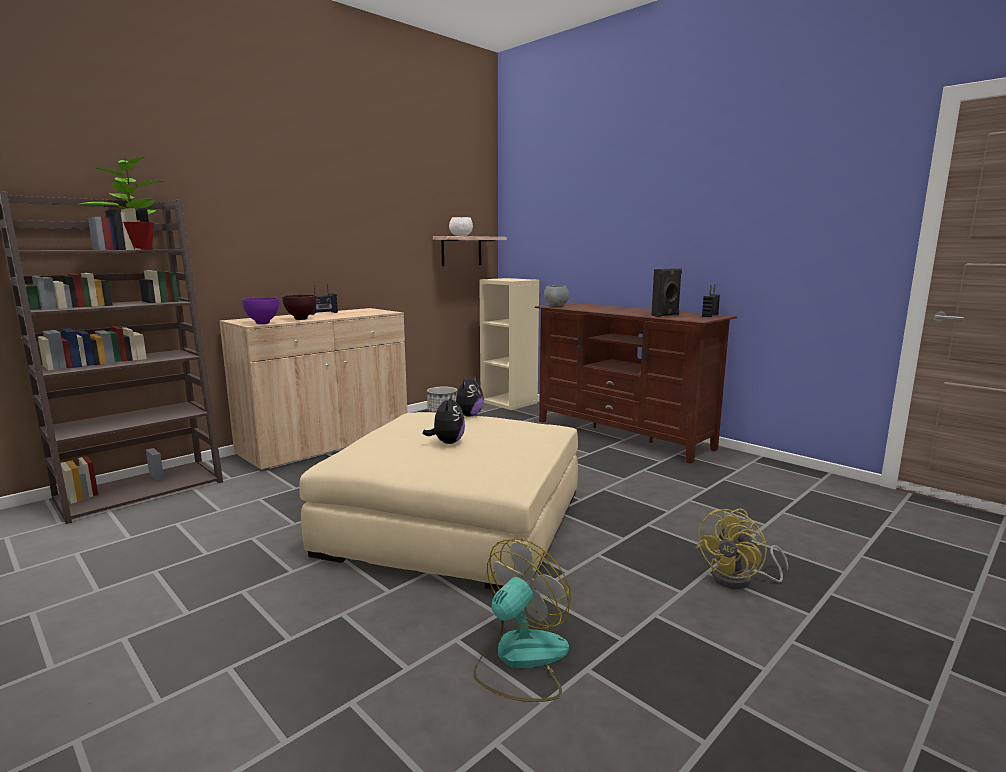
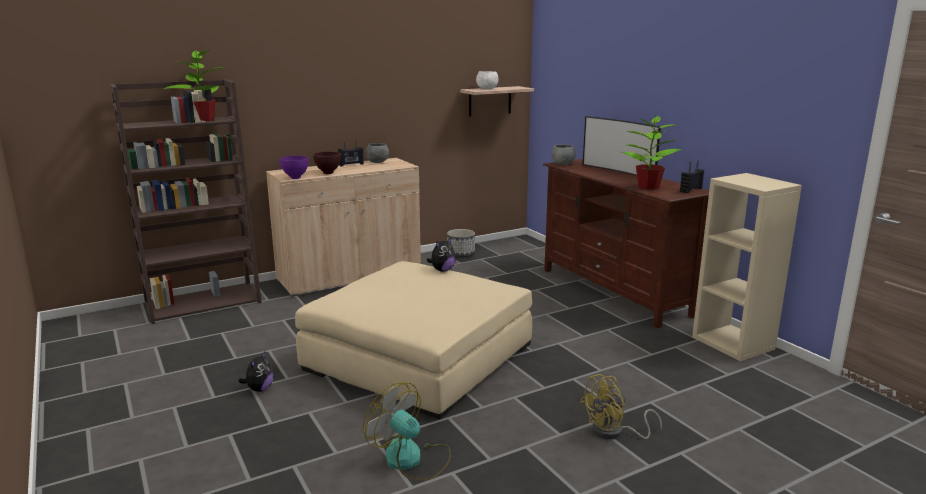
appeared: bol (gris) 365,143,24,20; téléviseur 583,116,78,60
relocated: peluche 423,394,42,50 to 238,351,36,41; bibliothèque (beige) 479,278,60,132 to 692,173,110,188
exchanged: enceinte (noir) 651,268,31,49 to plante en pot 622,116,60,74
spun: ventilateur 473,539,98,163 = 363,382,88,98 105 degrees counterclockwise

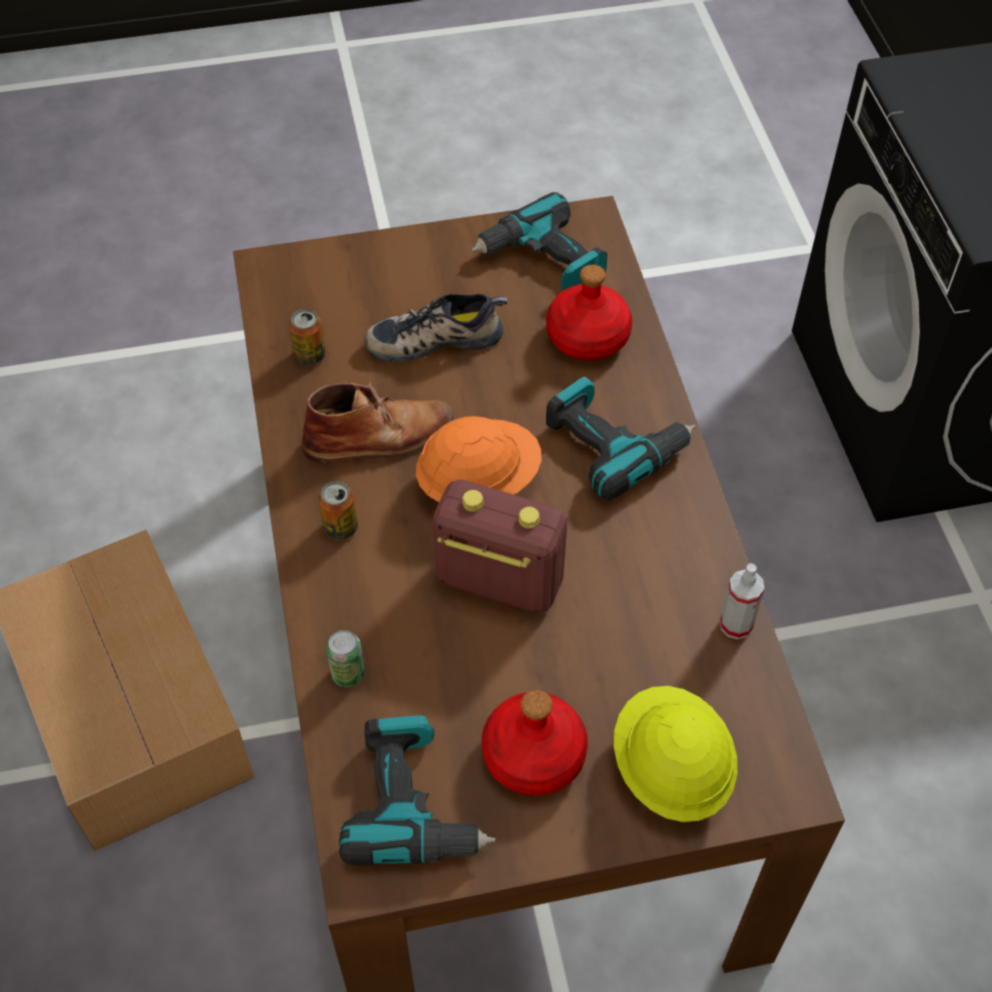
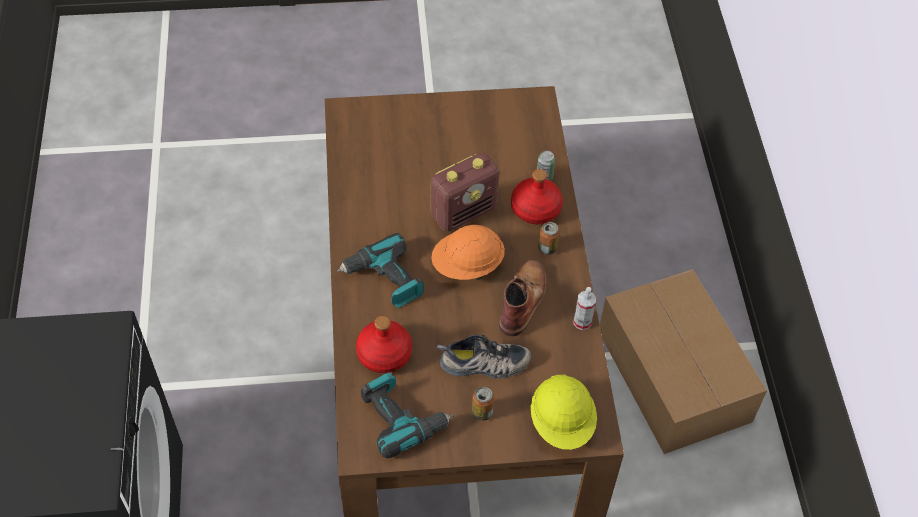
missing: perceuse 339,715,156,150
relocated: boîte métallique 289,309,37,56 to 472,387,22,34; bouteille (rouge) 482,690,106,106 to 511,169,52,55; casque de chantier (jaune) 614,686,123,136 to 531,375,66,75; vaporisateur 720,563,44,76 to 573,287,23,43
spun: radio 433,480,135,133 = 431,153,68,78 60 degrees counterclockwise; botte (marron) 301,382,153,82 = 499,260,47,76 120 degrees clockwise

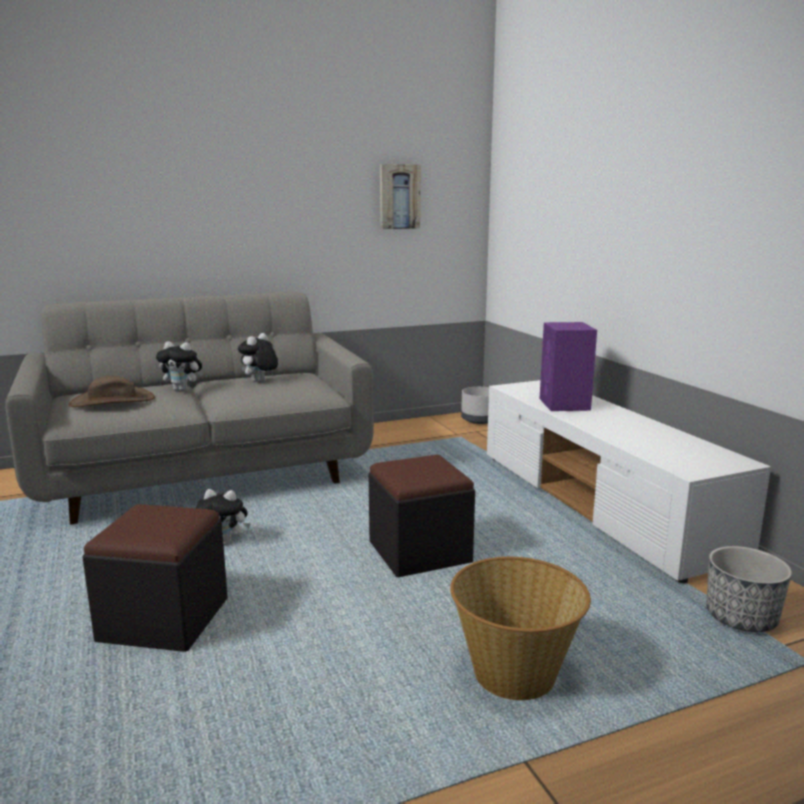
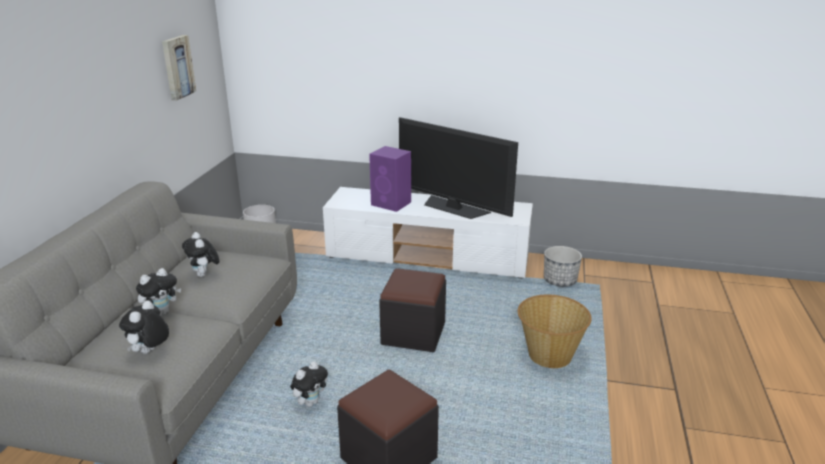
appeared: téléviseur 399,117,119,102
exchanged: chapeau (marron) 69,376,86,31 to peluche 119,300,50,54

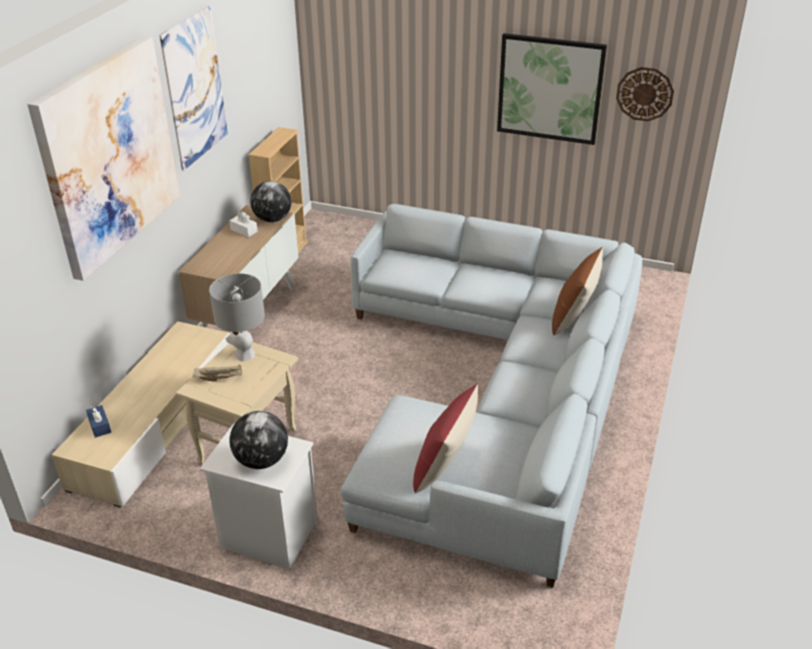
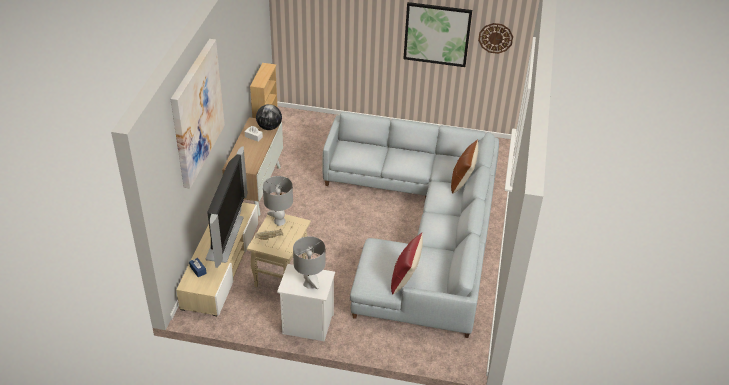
missing: tableau 159,5,69,166
appeared: téléviseur 206,146,41,122
exchanged: globe 230,411,58,58 to lampe de table (gris) 293,236,32,53

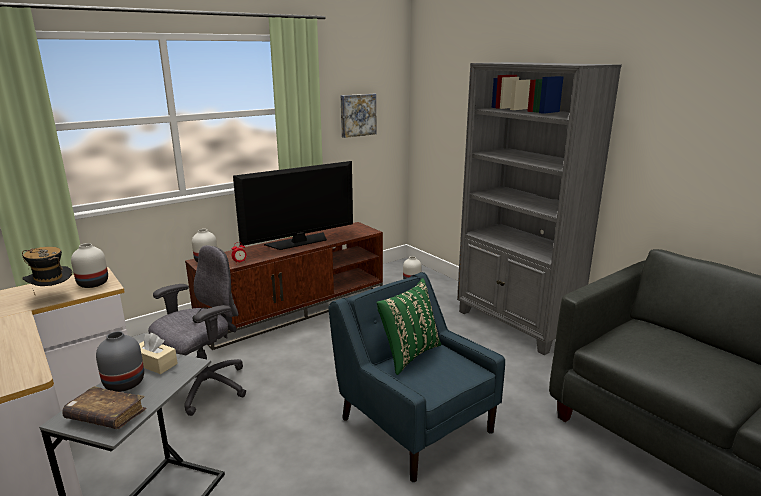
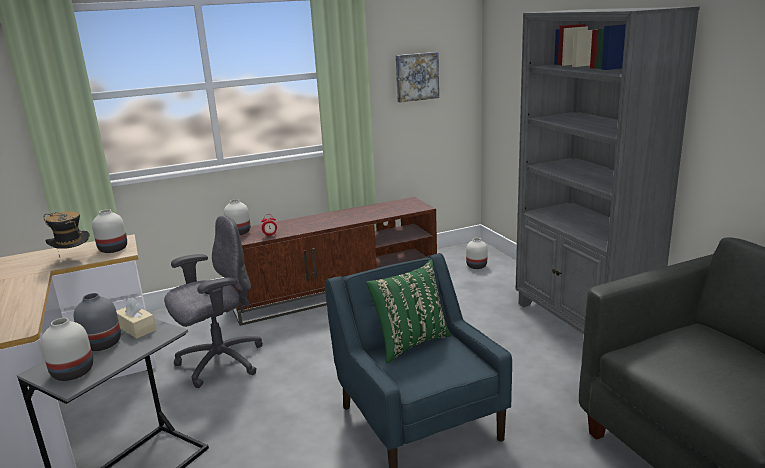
missing: téléviseur 233,161,120,89
exchanged: livre (marron) 62,386,85,43 to vase (blanc) 41,318,52,63

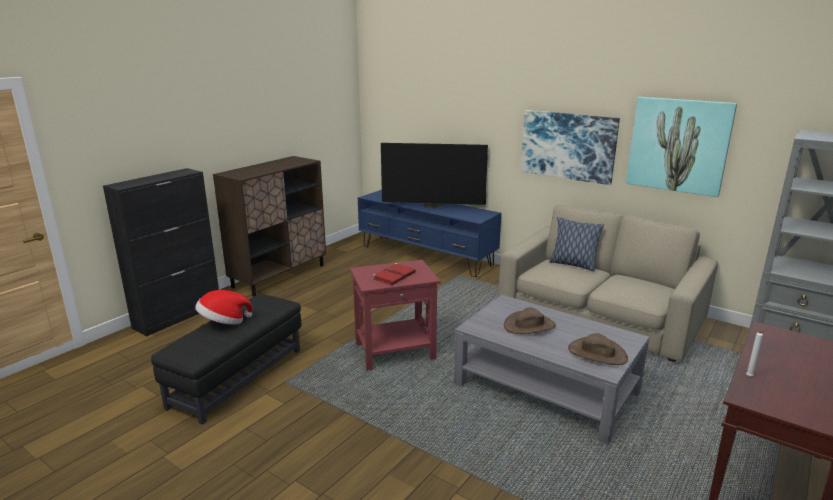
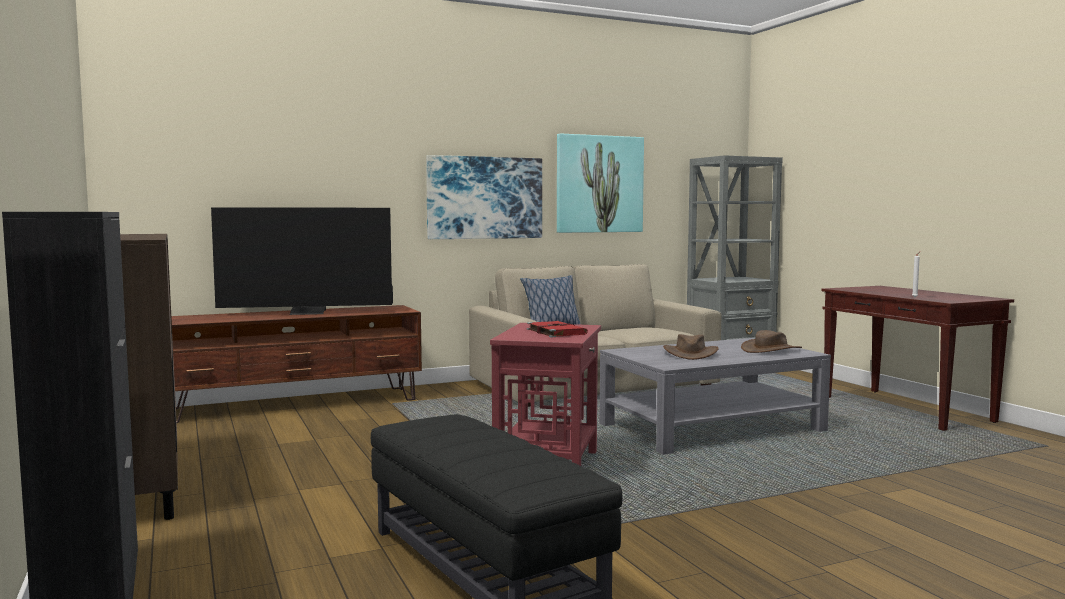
missing: chapeau 195,290,57,35
colour: meuble télé (bleu) 358,190,143,87 to meuble télé (marron) 171,305,251,118
spun: téléviseur 381,143,107,65 = 211,207,182,108 45 degrees clockwise

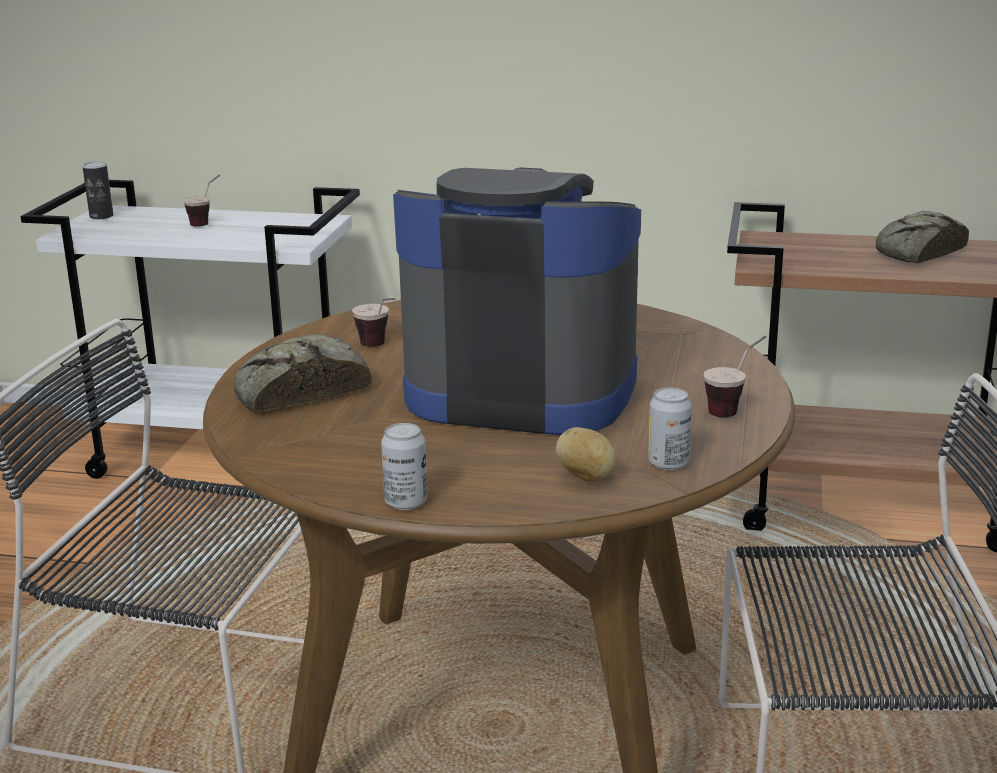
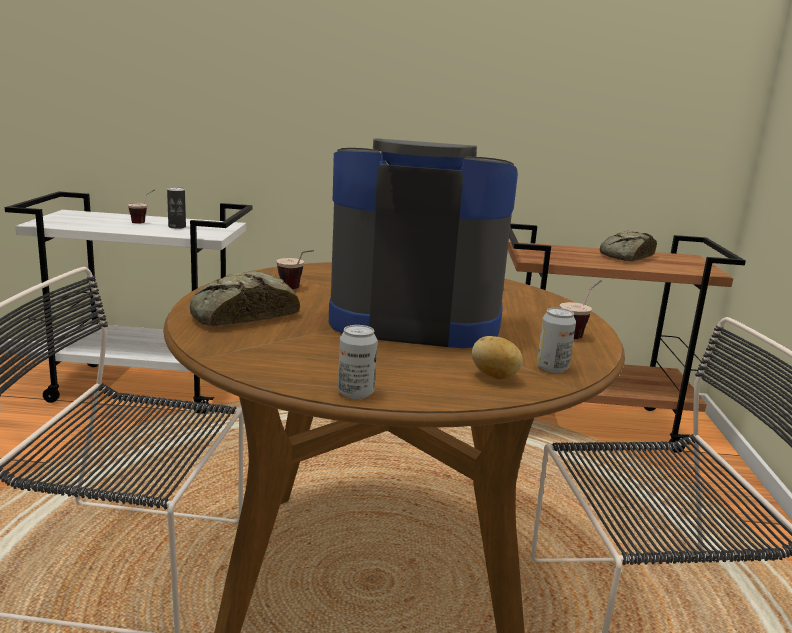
relocated: boîte métallique 83,161,30,59 to 167,187,19,42

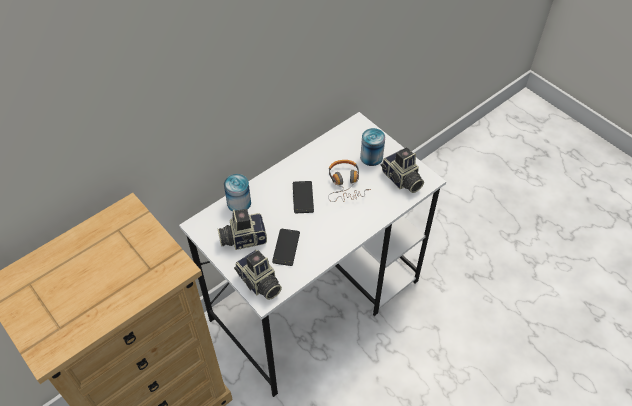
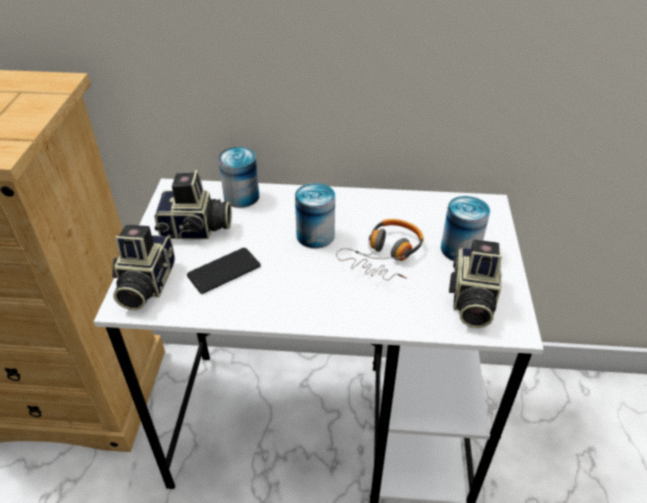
exchanged: téléphone 293,181,21,32 to boîte métallique 295,183,40,66
spun: appareil photo 218,209,49,41 = 154,170,78,69 150 degrees clockwise

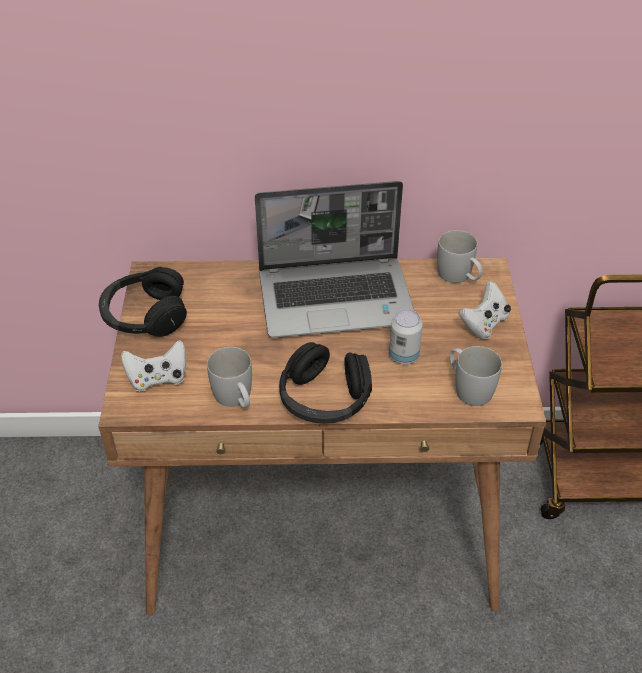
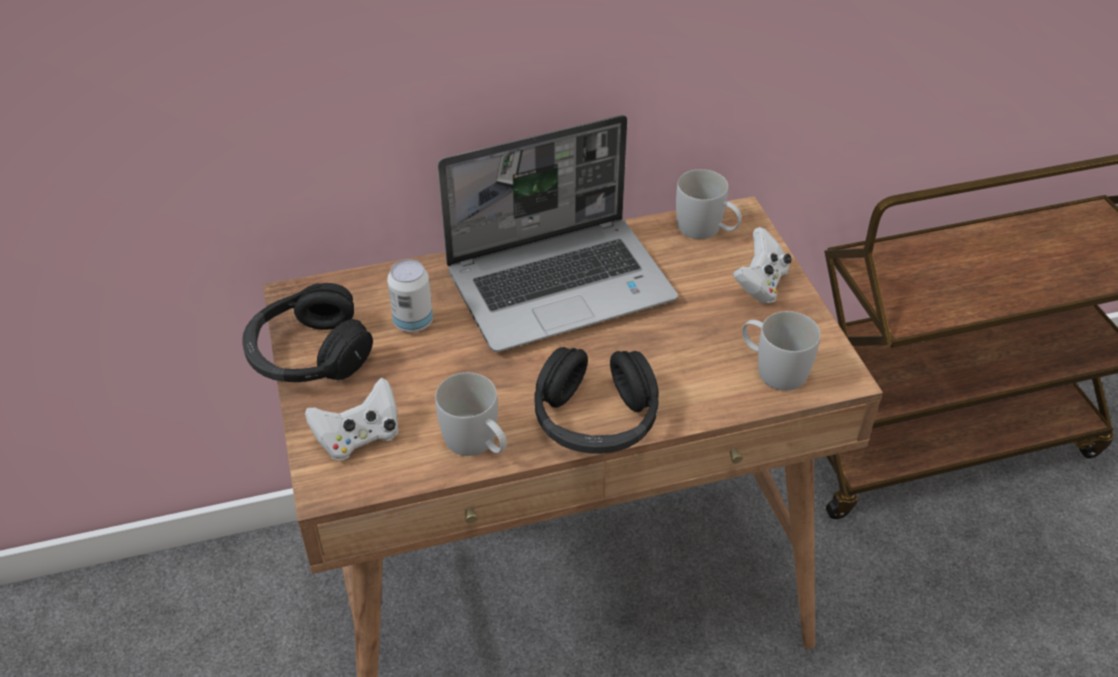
relocated: boîte métallique 389,309,34,55 to 387,259,46,73

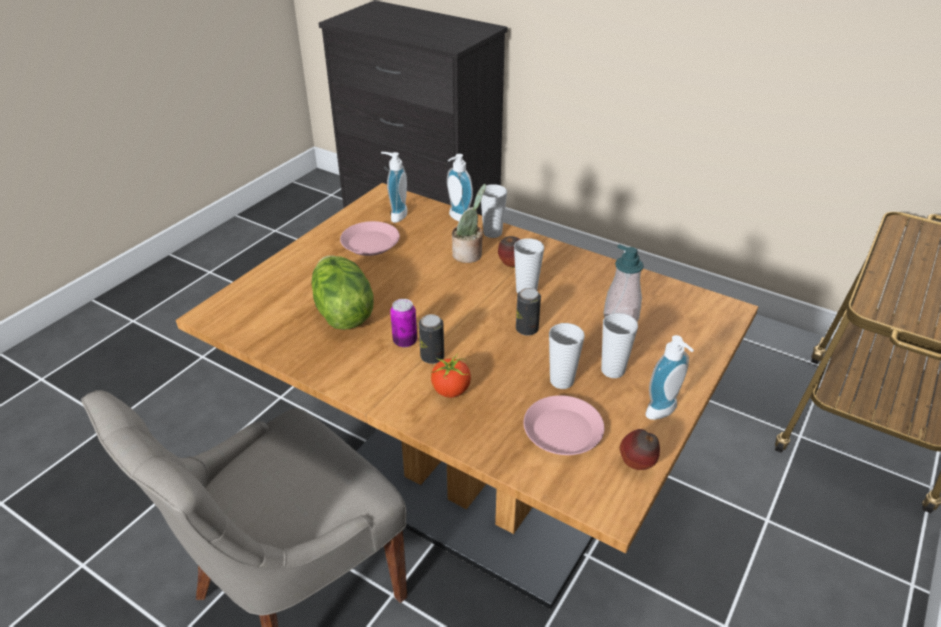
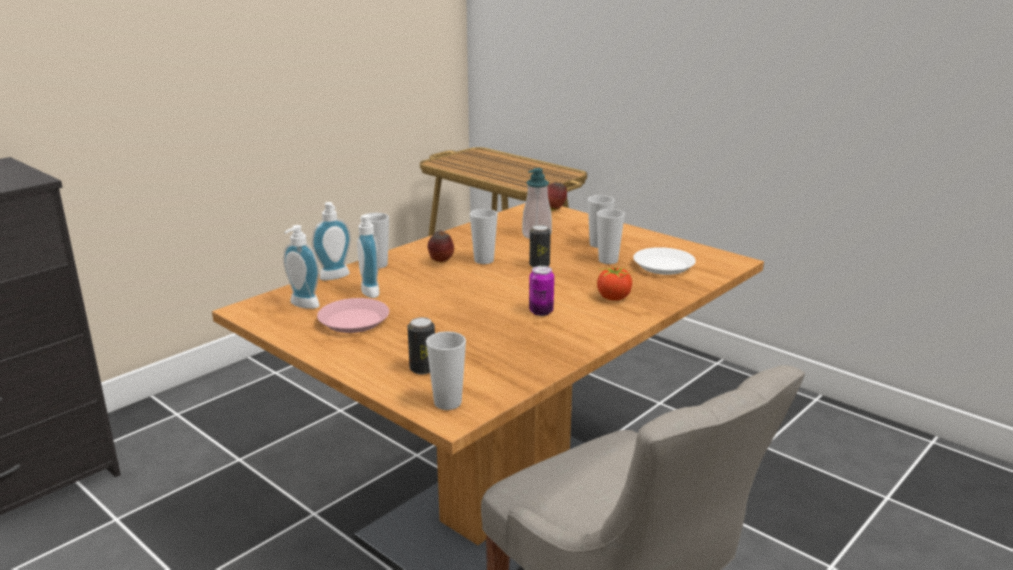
missing: laitue 312,255,61,75; plante en pot 452,184,34,79
appeared: tasse 426,331,40,79
relocated: distributeur de savon 646,335,48,85 to 357,214,25,84; boîte métallique 419,314,25,50 to 407,317,28,58; pomme 620,429,40,41 to 547,182,20,29
colour: assiette (rose) 523,395,81,60 to assiette (blanc) 633,247,63,28

